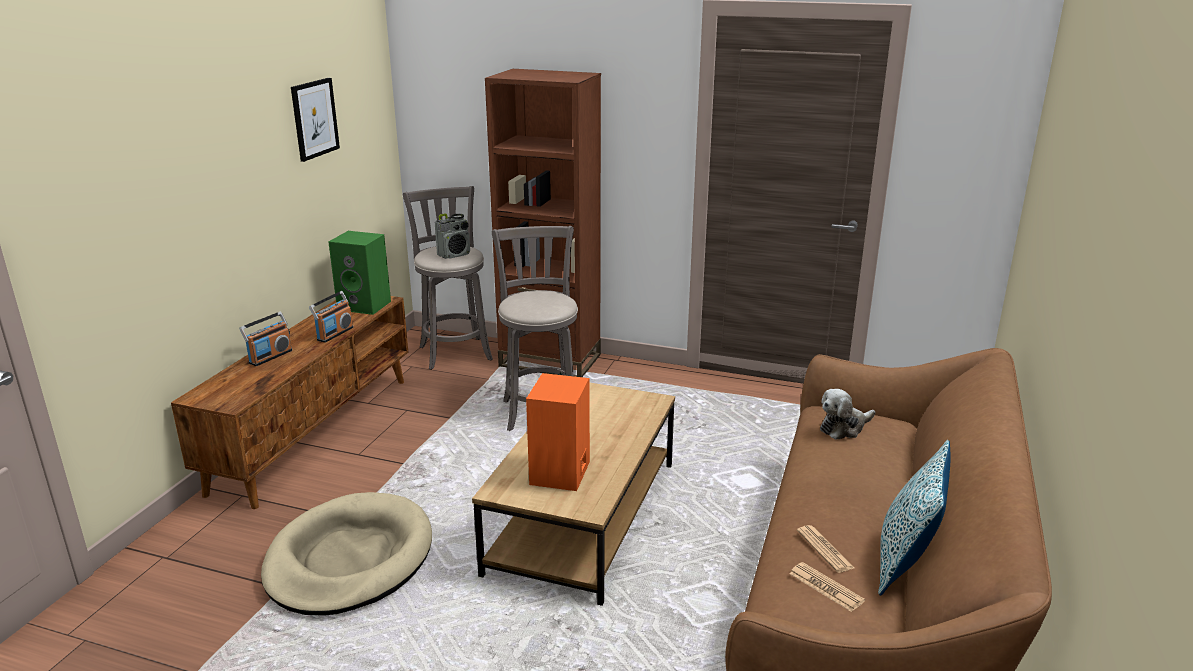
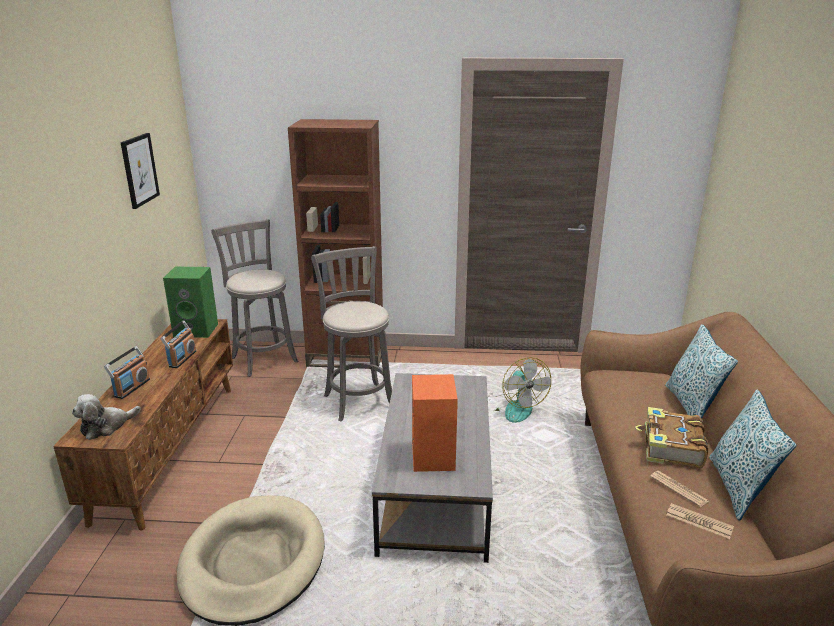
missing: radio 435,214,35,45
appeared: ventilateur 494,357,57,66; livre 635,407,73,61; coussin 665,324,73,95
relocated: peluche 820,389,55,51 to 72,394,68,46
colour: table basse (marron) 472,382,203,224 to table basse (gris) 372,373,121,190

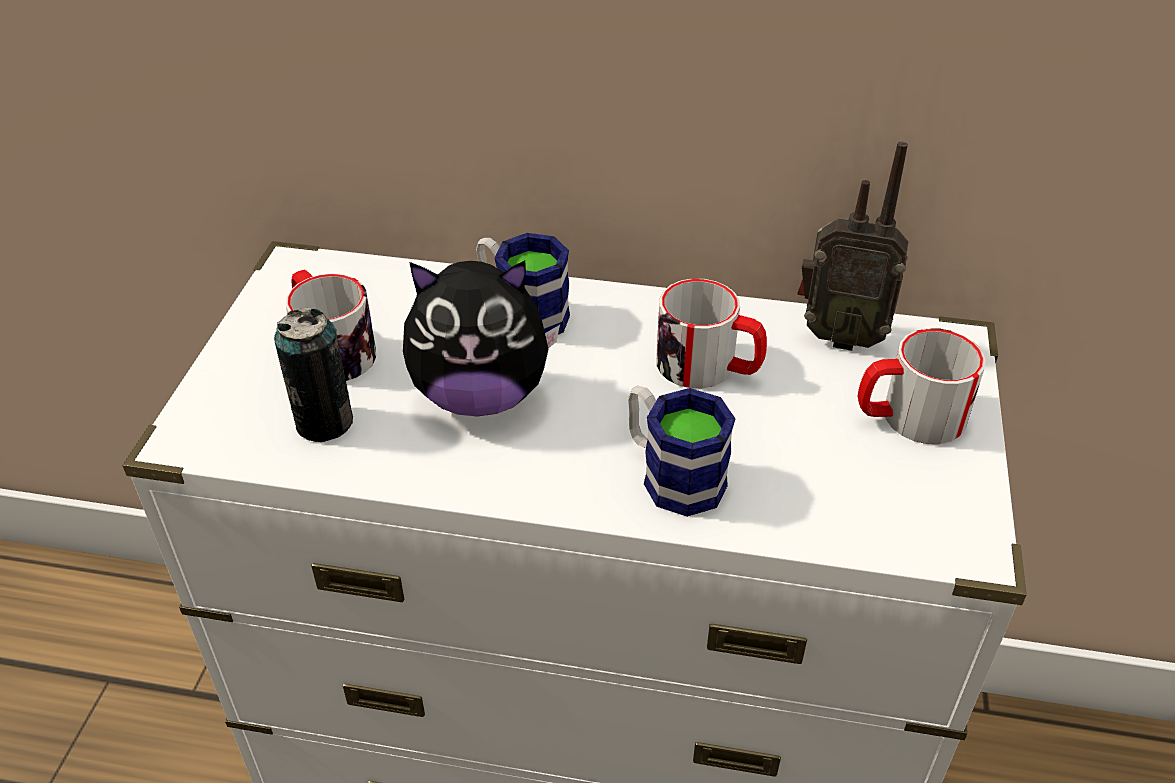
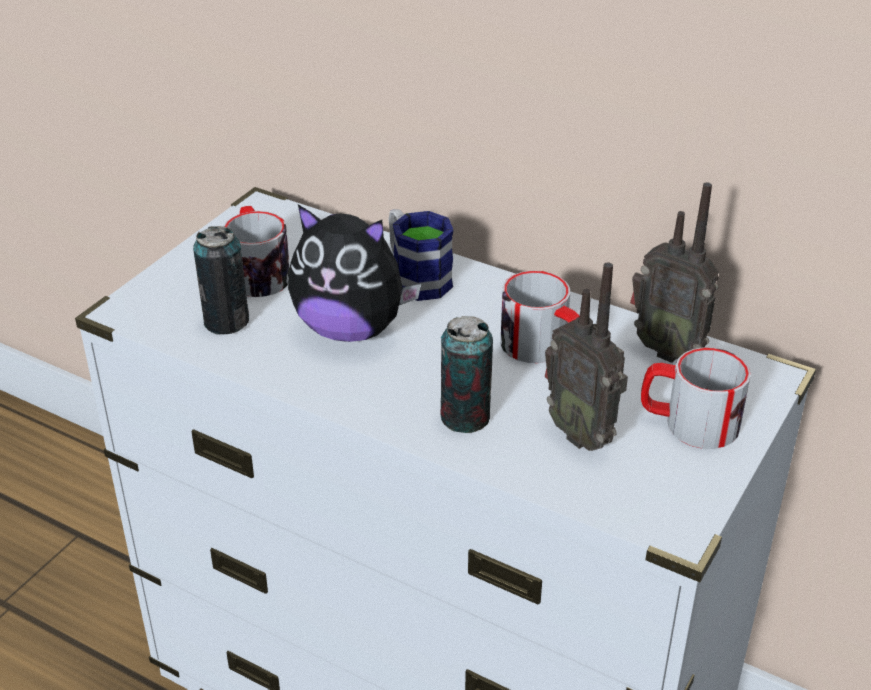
appeared: radio 545,263,83,188
exchanged: mug 628,386,107,131 to boîte métallique 441,316,52,117

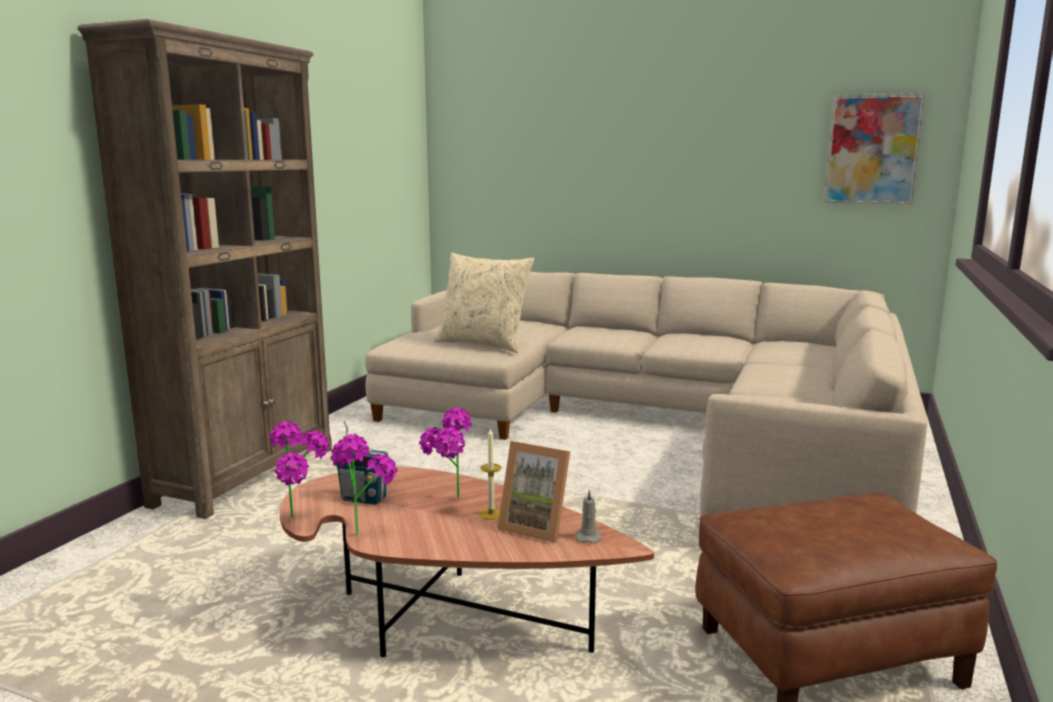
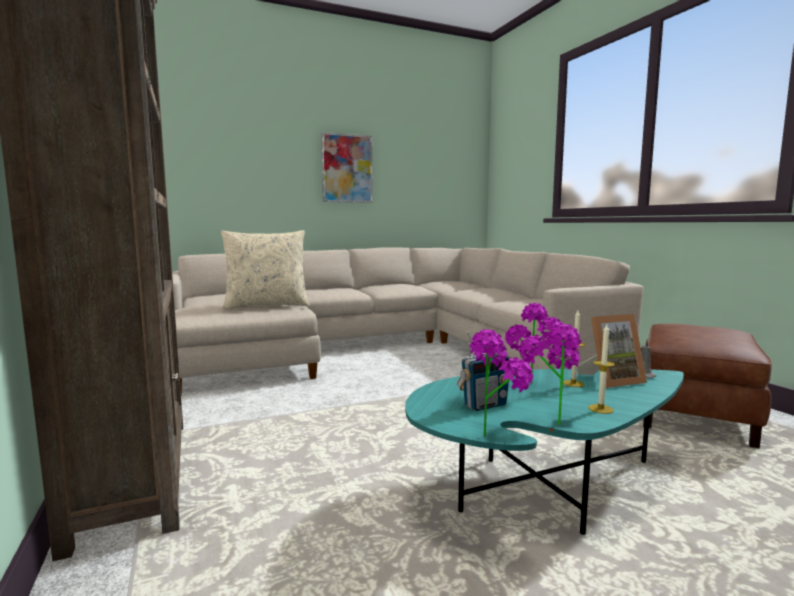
appeared: bougie 588,325,27,89
relocated: tableau 824,93,101,111 to 321,132,52,71
colour: table basse (marron) 280,467,374,190 to table basse (turquoise) 405,368,279,167

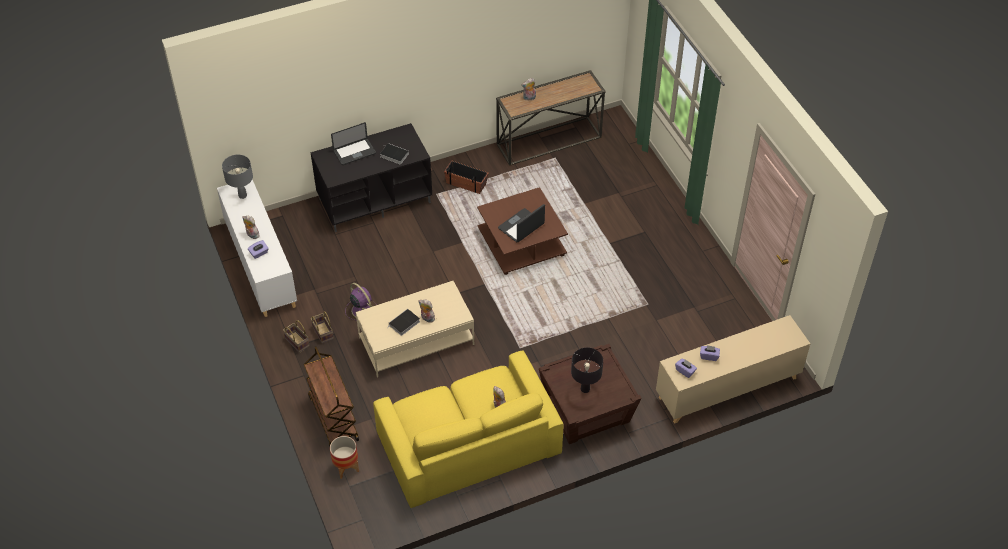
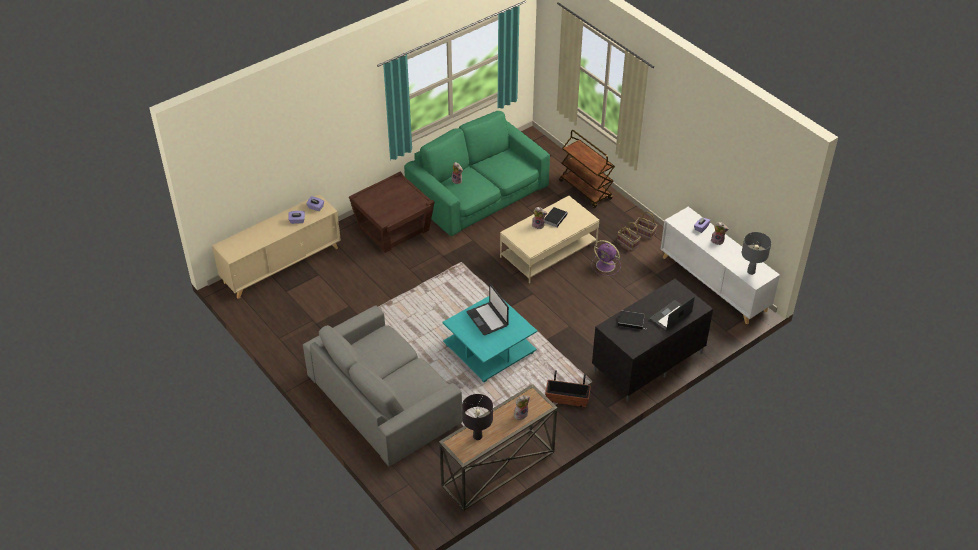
missing: cache-pot 330,436,29,43
appeared: canapé (gris) 303,306,159,160
relocated: lampe de table (noir) 571,347,32,46 to 462,394,31,46
colour: canapé (jaune) 373,351,191,157 to canapé (vert) 404,111,146,125; table basse (marron) 477,187,91,88 to table basse (turquoise) 443,296,94,86
spun: ordinateur portable 498,204,47,38 = 467,284,42,51 120 degrees clockwise

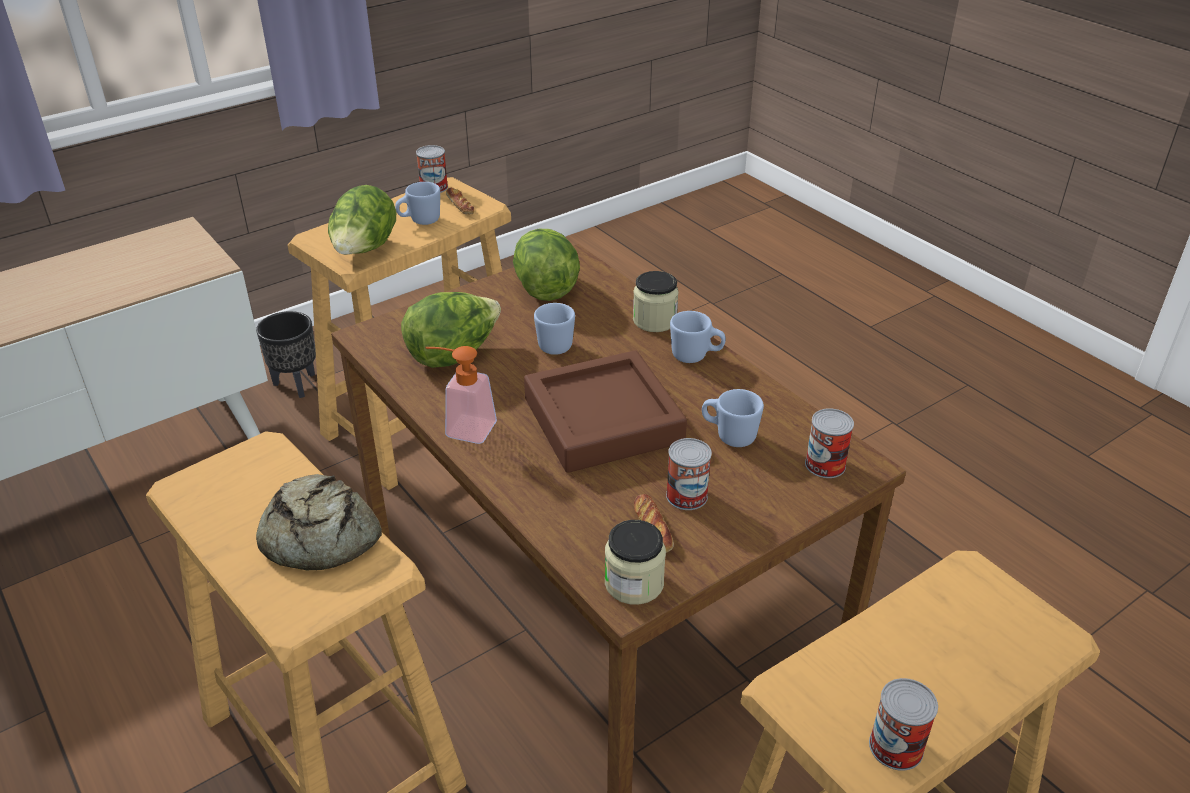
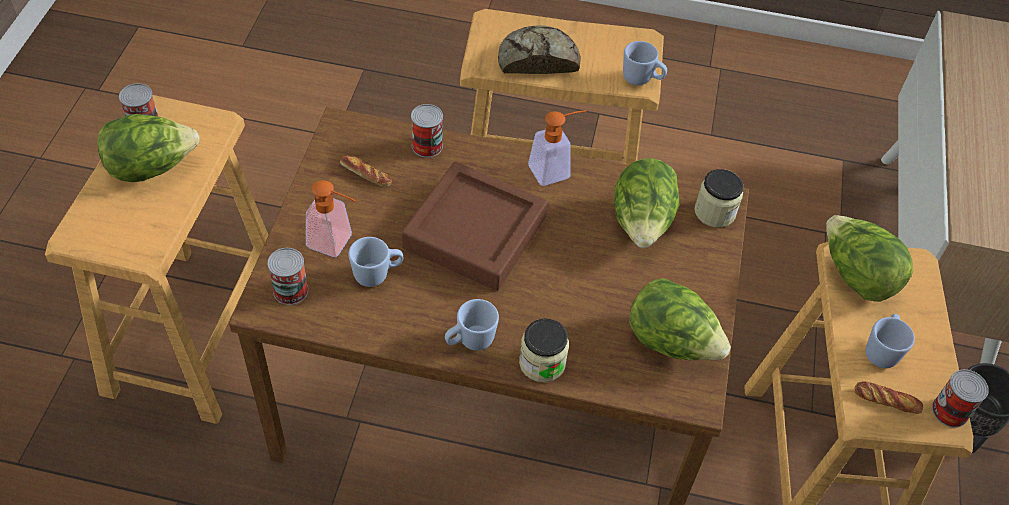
appeared: laitue 97,114,103,68; distributeur de savon 306,180,50,77
relocated: boîte métallique 666,438,46,72 to 411,104,32,53; mug (bleu) 534,303,41,52 to 623,41,44,44; bocal 605,520,61,85 to 694,169,49,58

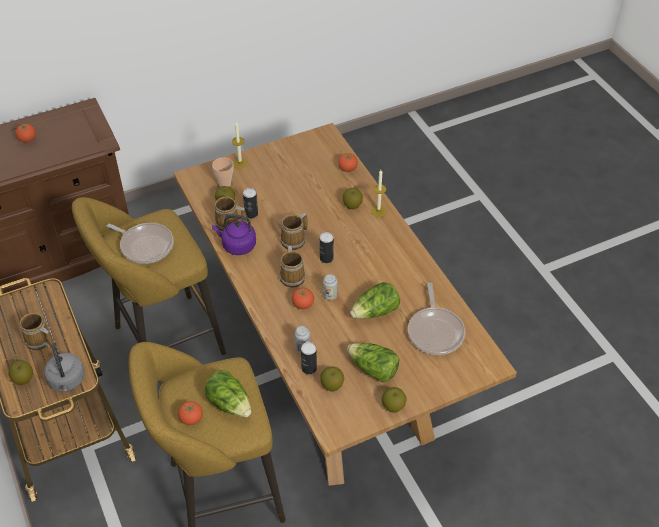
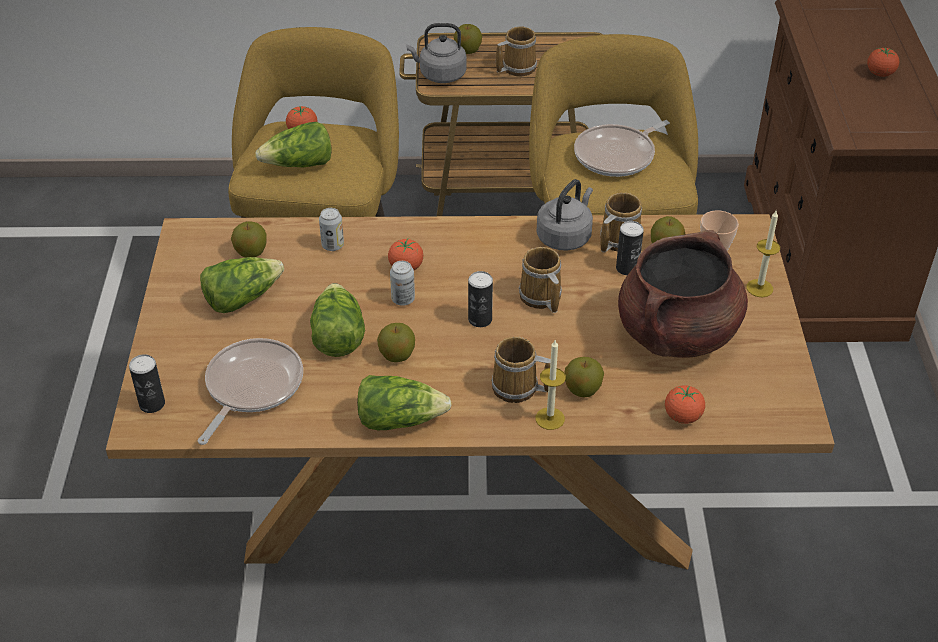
appeared: laitue 357,375,95,55; marmite (marron) 618,230,130,128
relocated: boîte métallique 301,342,16,33 to 129,354,36,59; pomme 382,387,25,26 to 377,323,38,39; mug 279,245,26,43 to 491,336,60,67
colour: bouilloire (violet) 212,215,44,40 to bouilloire (gris) 536,179,57,72
spun: poêle 408,283,57,72 = 198,338,105,107 90 degrees clockwise

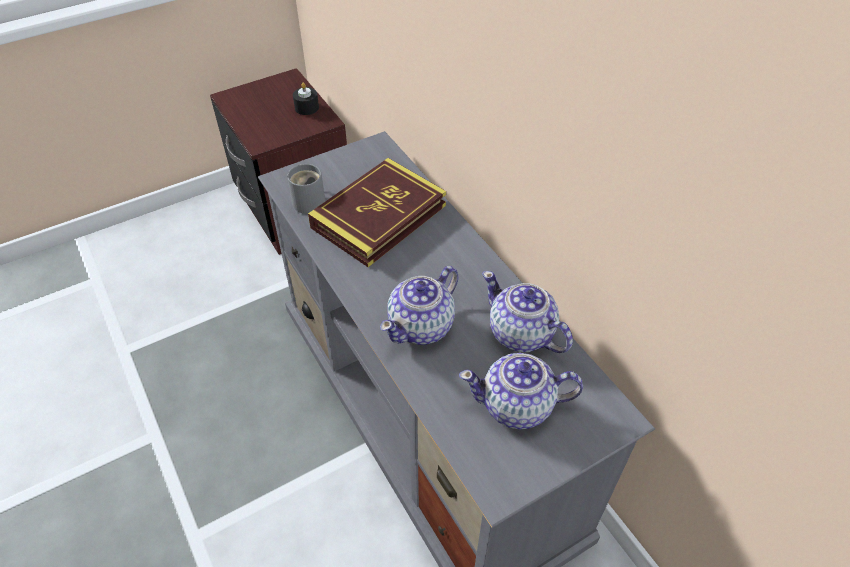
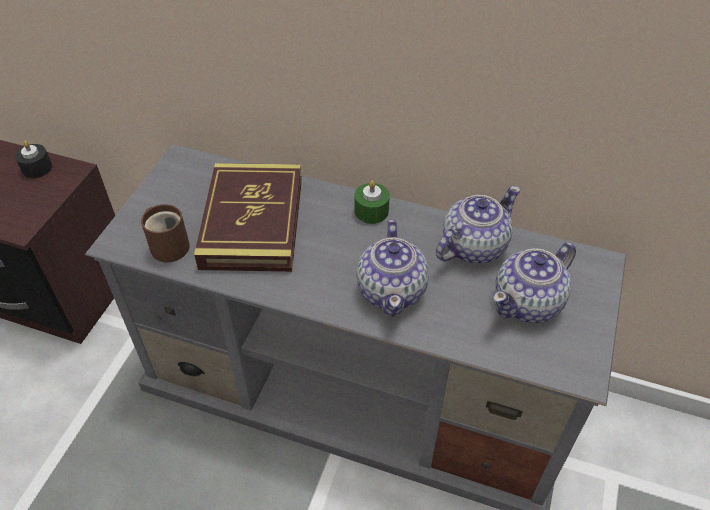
appeared: bougie (vert) 354,180,36,44
colour: mug (gris) 287,164,38,50 to mug (marron) 141,204,49,58
spun: théière 482,271,91,82 = 436,186,85,77 135 degrees clockwise

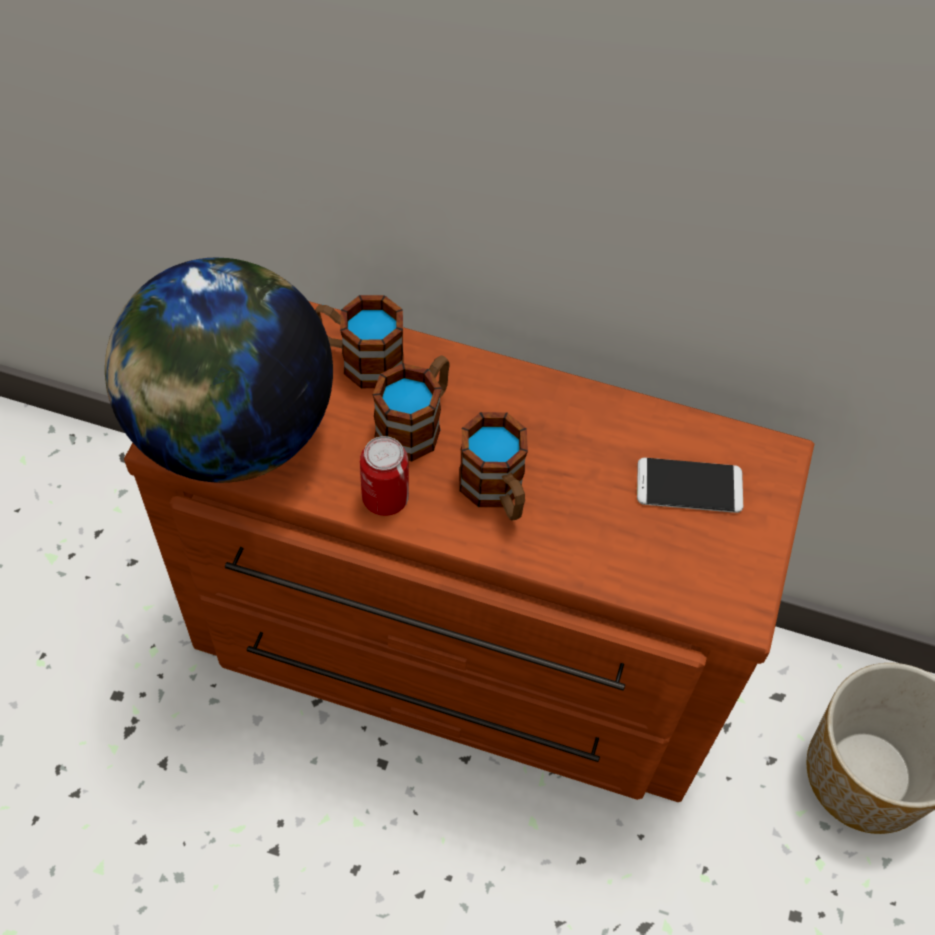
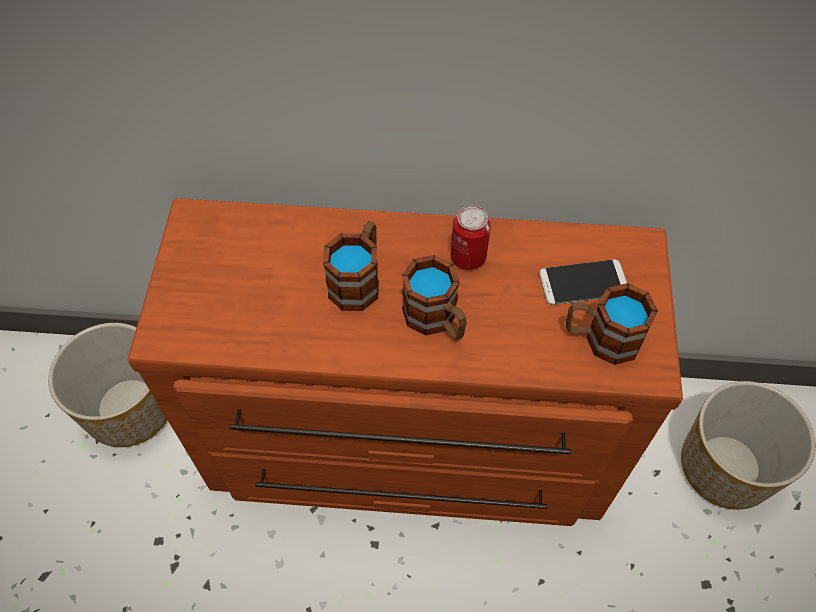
missing: globe 105,258,228,225
appeared: cache-pot 48,323,119,124
relocated: boîte métallique 360,436,49,80 to 451,205,40,65; mug 315,295,89,93 to 566,283,92,82

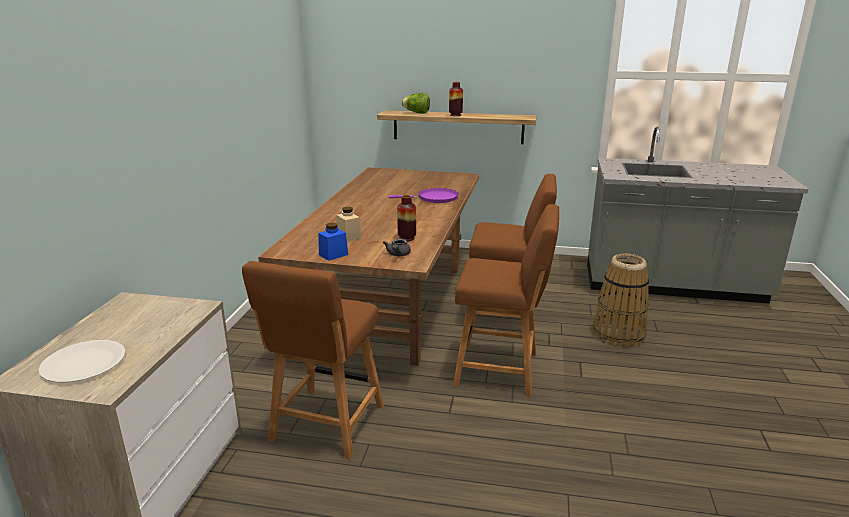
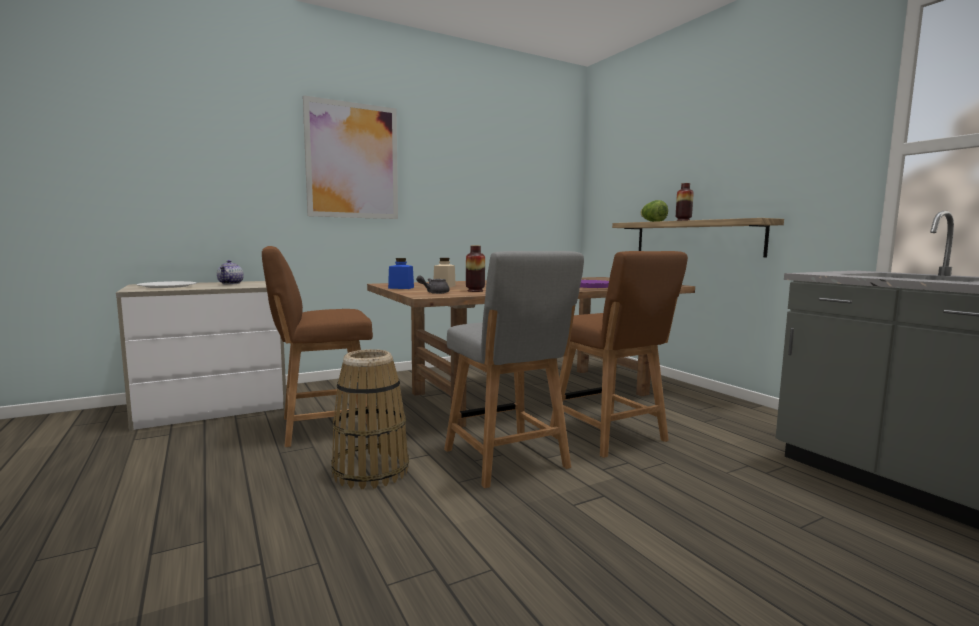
appeared: théière 217,260,27,24; tableau 303,95,95,124
relocated: panier 593,254,56,94 to 331,349,78,140
colour: chaise (marron) 453,204,106,192 to chaise (gris) 444,251,140,237

